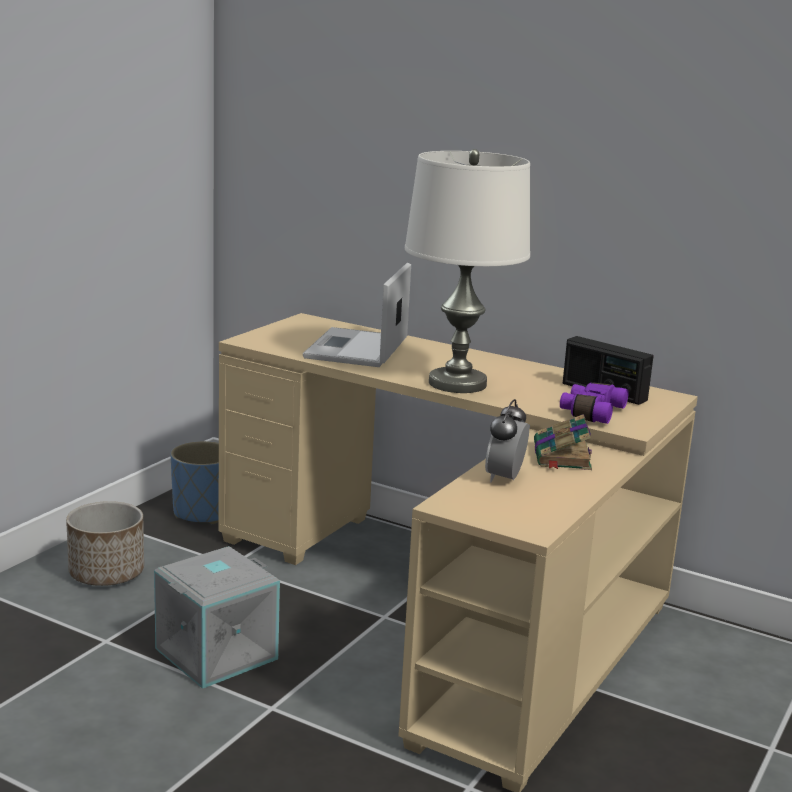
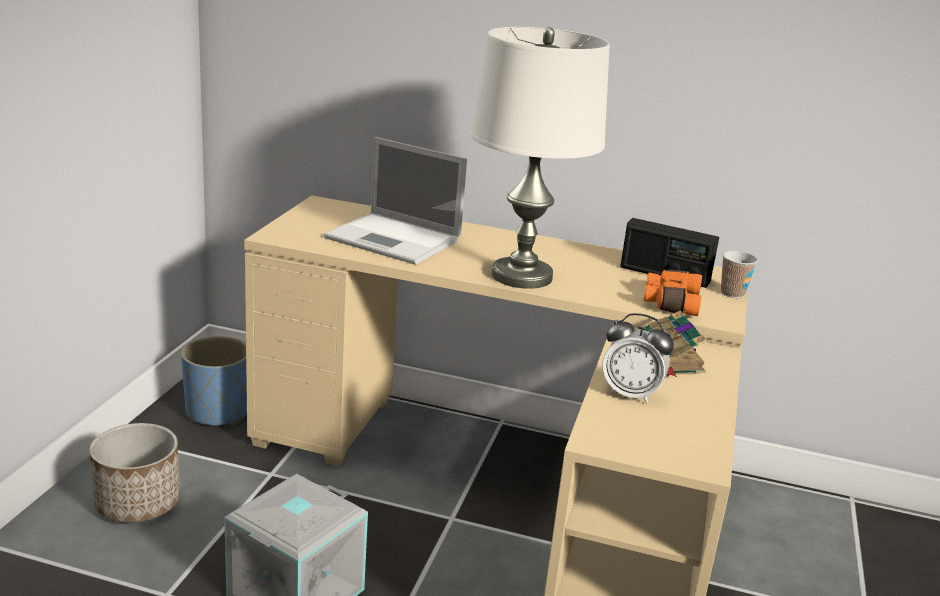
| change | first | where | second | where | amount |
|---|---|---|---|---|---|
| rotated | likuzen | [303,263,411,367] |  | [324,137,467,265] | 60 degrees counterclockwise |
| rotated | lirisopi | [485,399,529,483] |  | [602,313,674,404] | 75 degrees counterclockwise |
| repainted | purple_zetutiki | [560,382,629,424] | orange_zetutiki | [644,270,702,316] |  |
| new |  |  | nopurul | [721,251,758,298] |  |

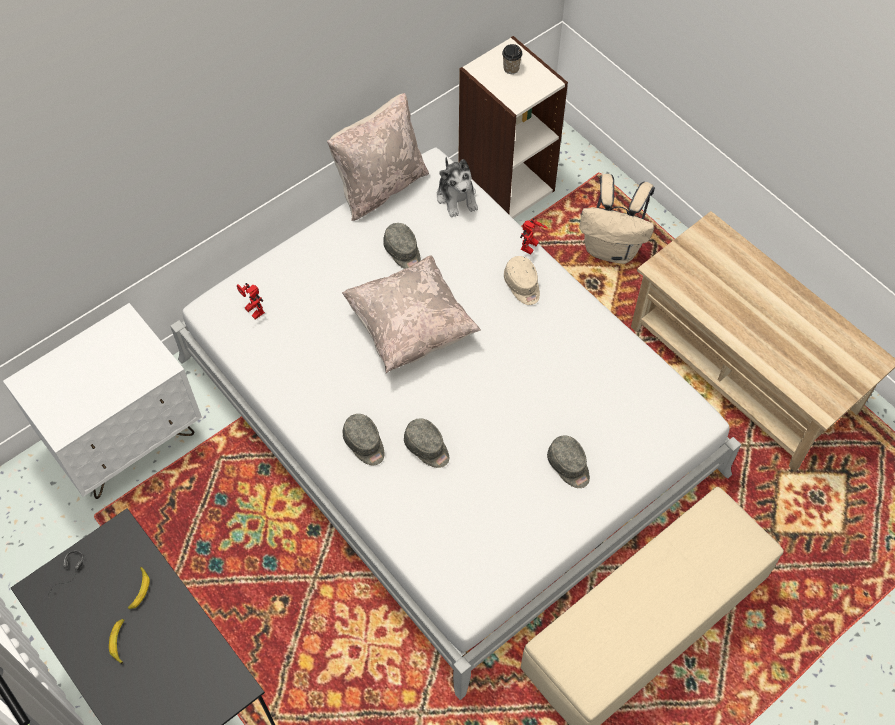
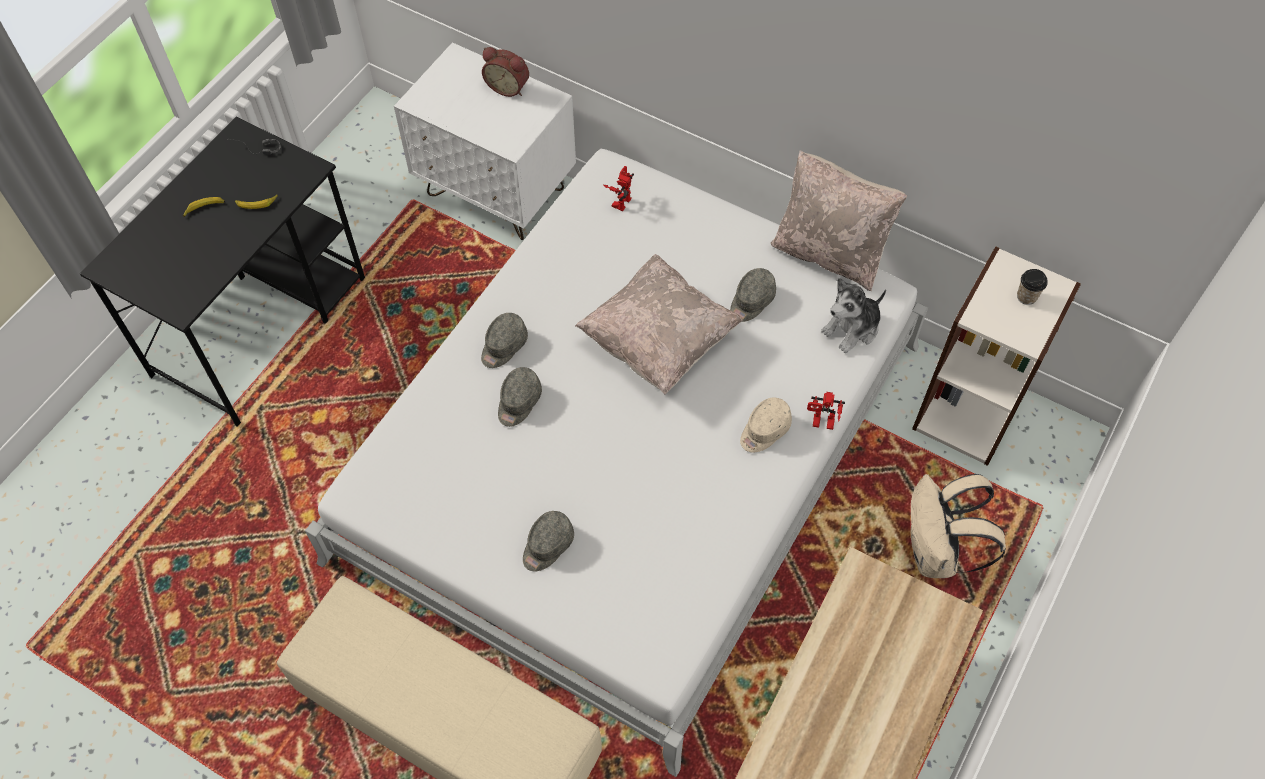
| change | first | where | second | where | amount |
|---|---|---|---|---|---|
| new |  |  | lirisopi | [482,47,529,97] |  |

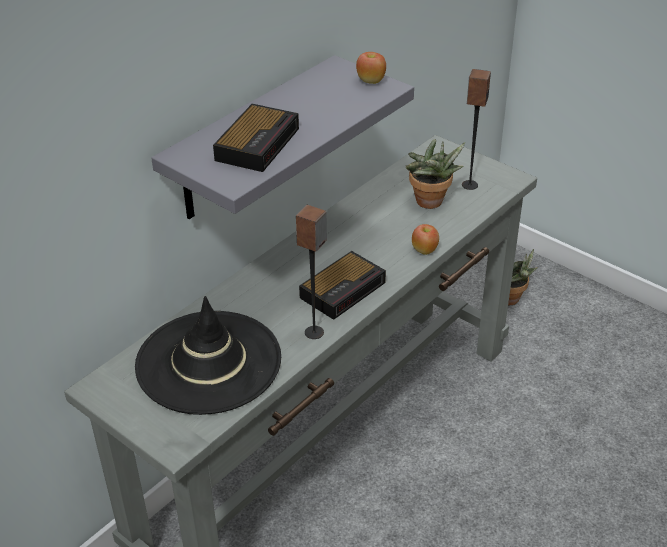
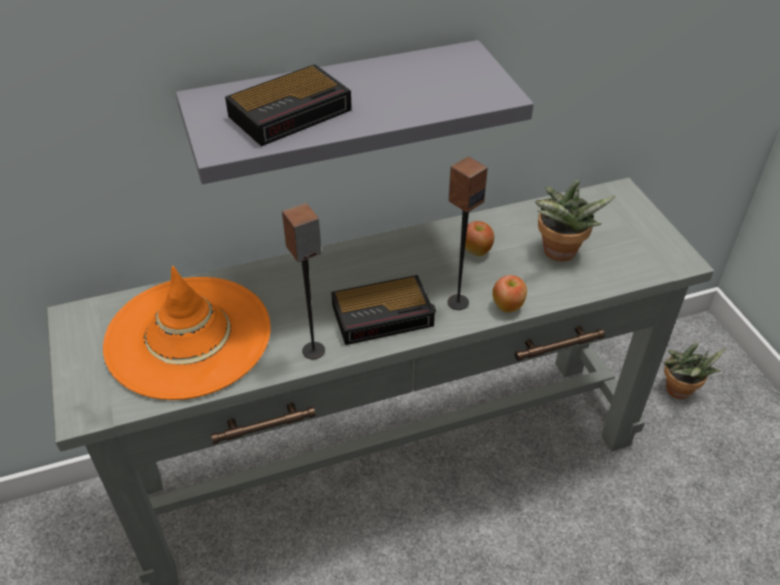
| change | first | where | second | where | amount |
|---|---|---|---|---|---|
| repainted | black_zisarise | [135,296,281,415] | orange_zisarise | [103,266,271,400] |  |
| shifted | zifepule | [356,52,386,84] |  | [465,221,494,256] |  |
| shifted | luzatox | [462,69,491,190] |  | [447,156,488,310] |  |

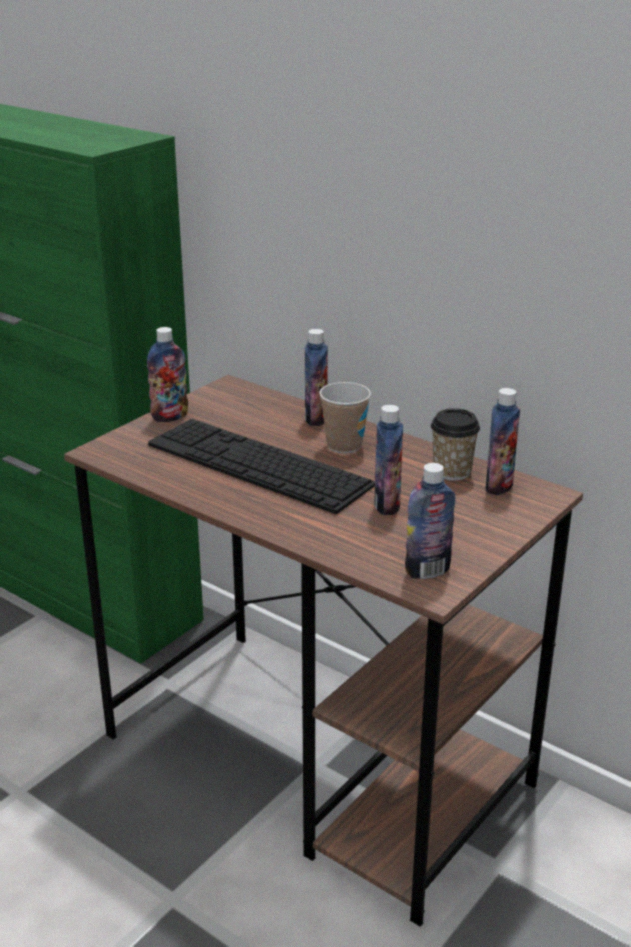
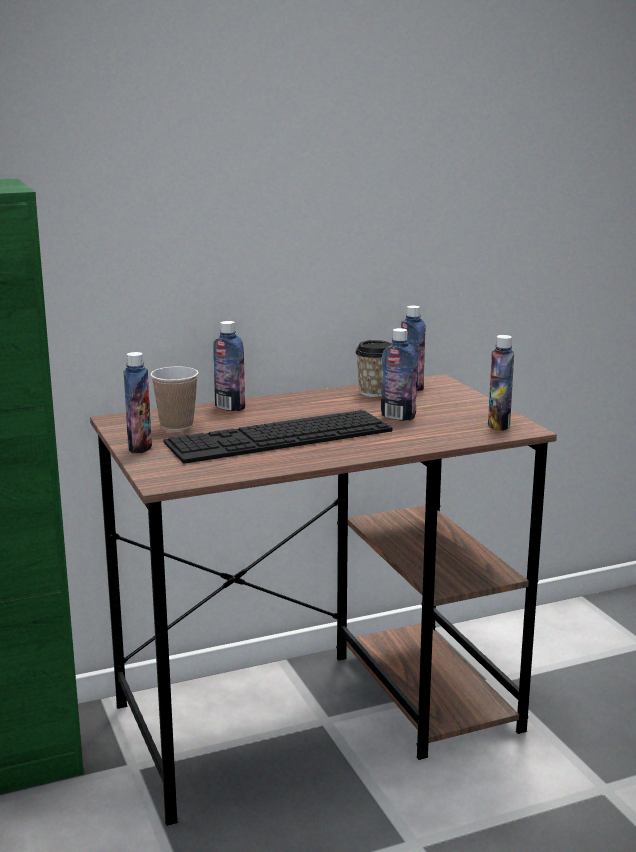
| change | first | where | second | where | amount |
|---|---|---|---|---|---|
| shifted | nopurul | [319,382,371,453] |  | [150,366,199,431] |  |

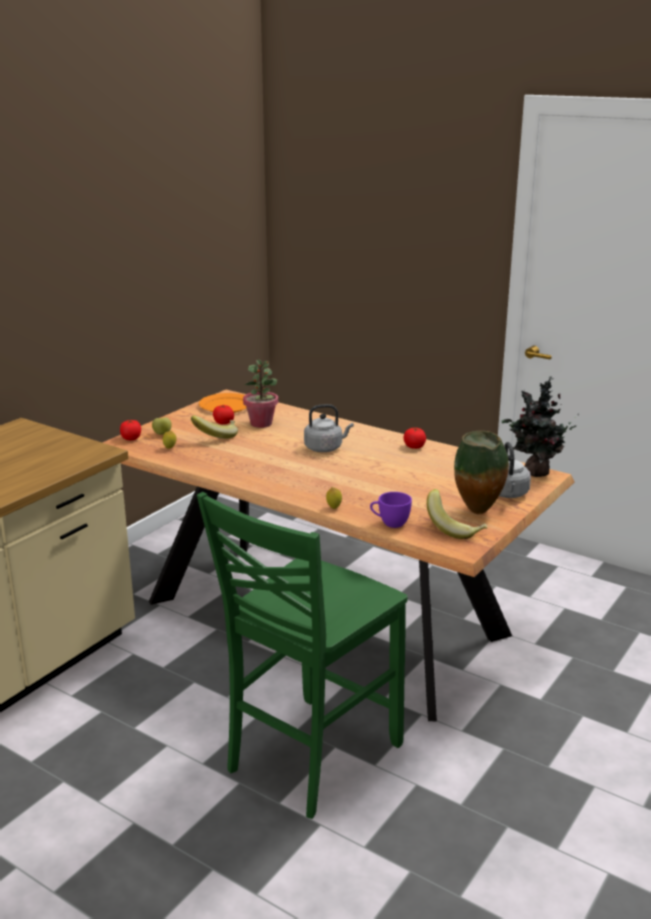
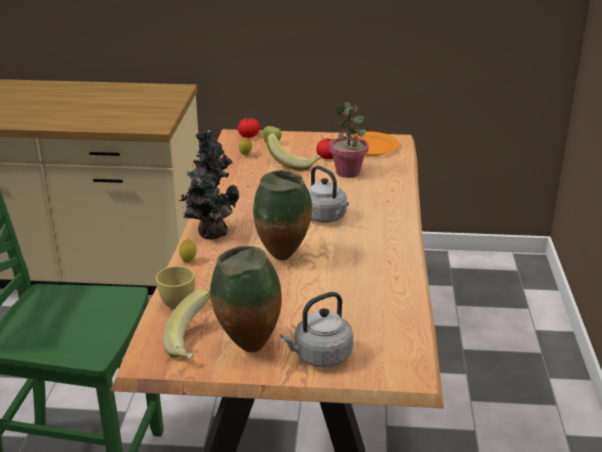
| change | first | where | second | where | amount |
|---|---|---|---|---|---|
| repainted | purple_nopurul | [370,492,412,528] | yellow_nopurul | [156,266,195,309] |  |
| gone | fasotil | [404,428,426,449] |  |  |  |
| shifted | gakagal | [502,376,579,477] |  | [179,130,239,240] |  |
| new |  |  | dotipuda | [253,170,312,260] |  |

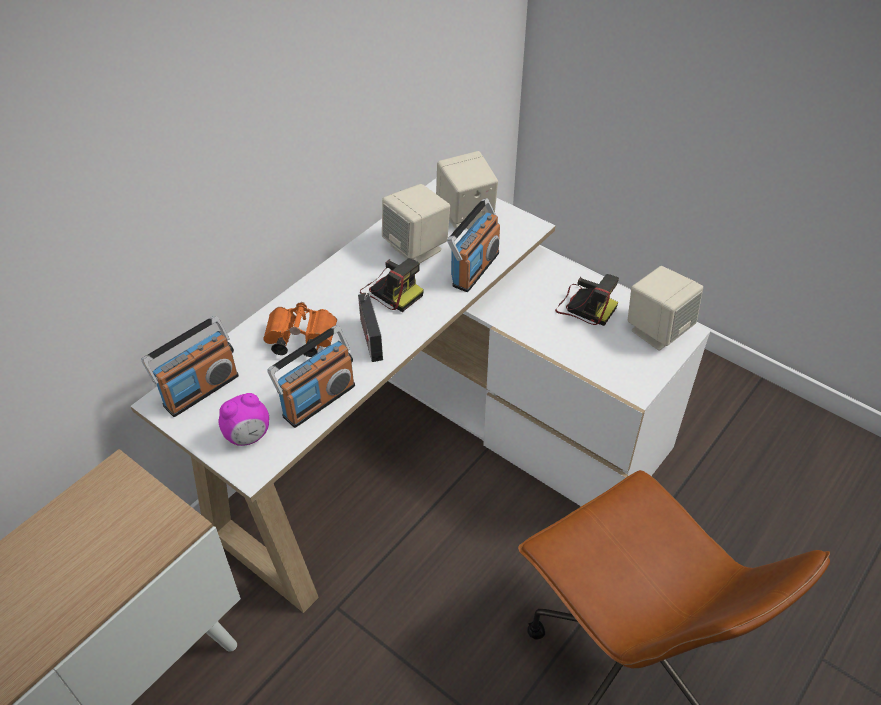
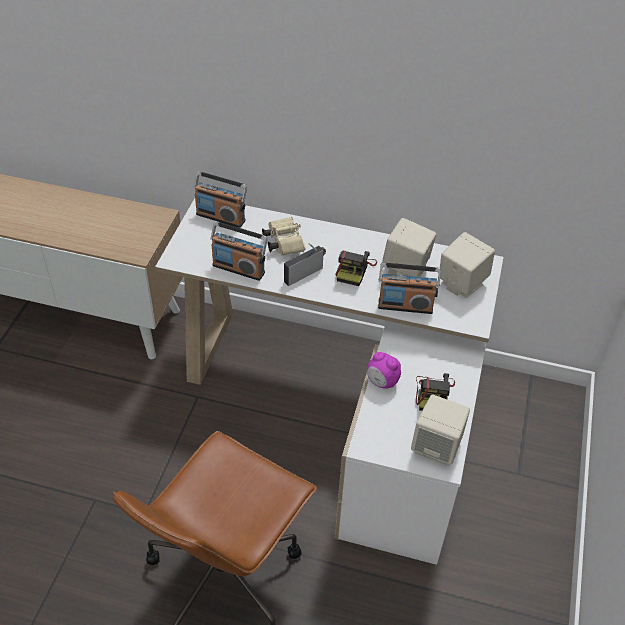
| change | first | where | second | where | amount |
|---|---|---|---|---|---|
| shifted | lirisopi | [218,393,269,446] |  | [367,352,401,389] |  |
| repainted | orange_zetutiki | [263,302,337,357] | beige_zetutiki | [262,217,306,255] |  |

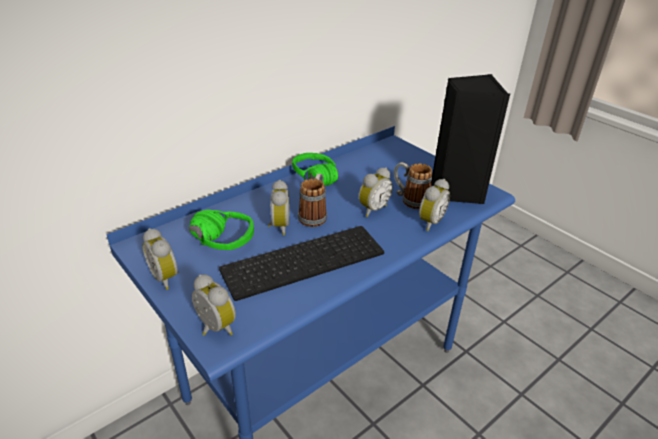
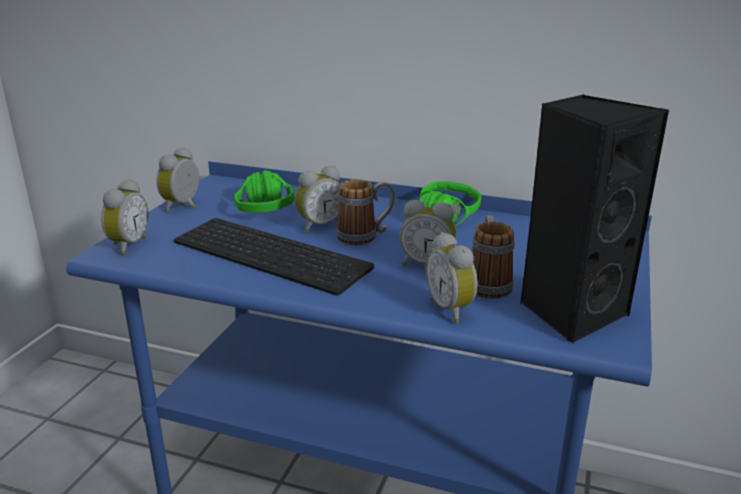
| change | first | where | second | where | amount |
|---|---|---|---|---|---|
| rotated | lirisopi | [419,179,450,231] |  | [425,232,478,323] | 60 degrees clockwise |

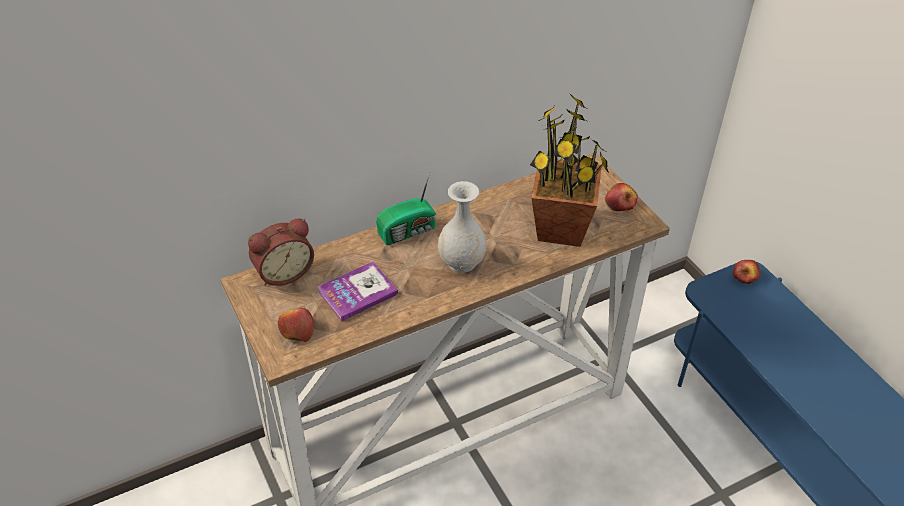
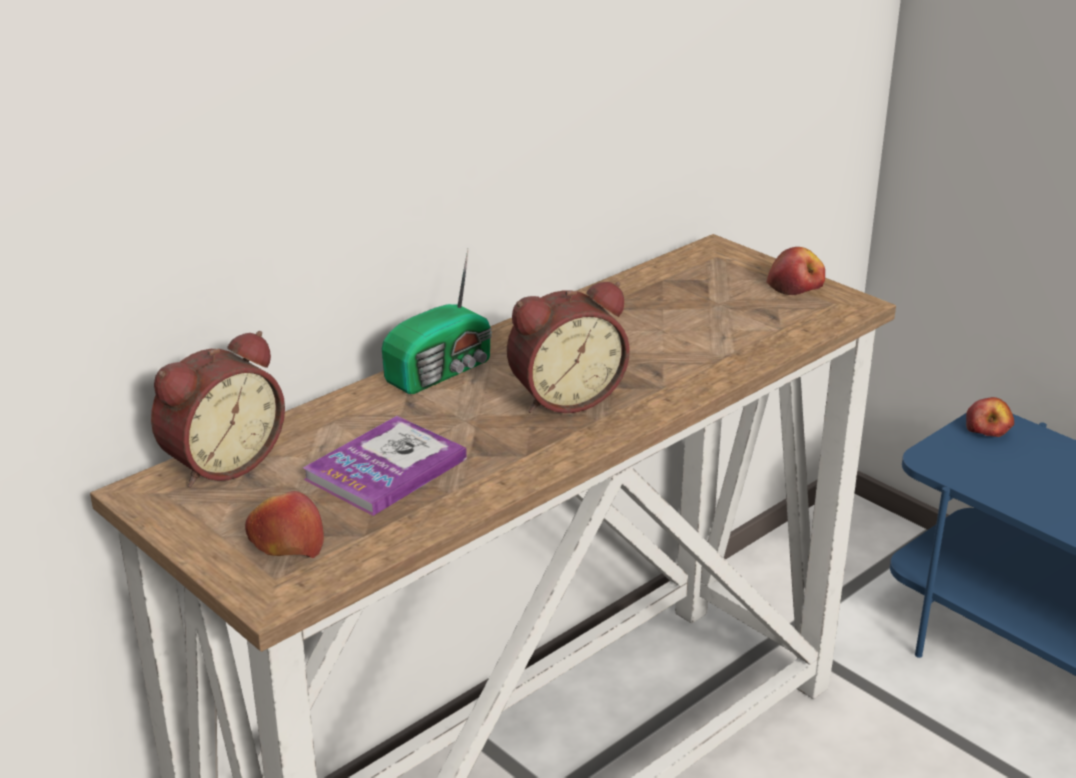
| change | first | where | second | where | amount |
|---|---|---|---|---|---|
| swapped | white_dotipuda | [438,181,487,273] | lirisopi | [507,282,630,413] |  |
| gone | gakagal | [530,94,609,247] |  |  |  |

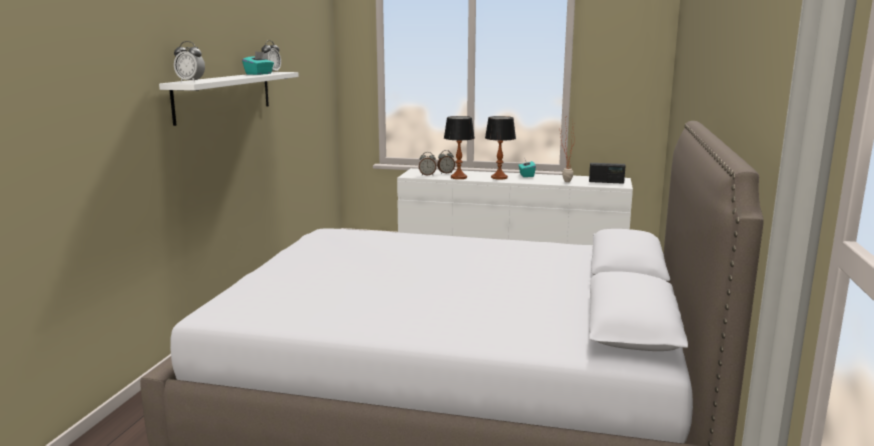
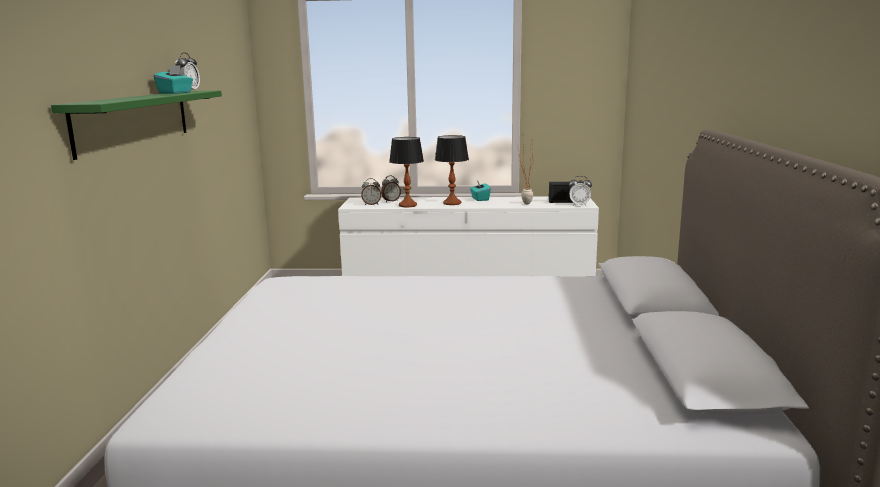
| change | first | where | second | where | amount |
|---|---|---|---|---|---|
| repainted | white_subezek | [159,72,299,126] | green_subezek | [51,91,222,160] |  |
| shifted | lirisopi | [174,41,205,82] |  | [569,176,592,206] |  |

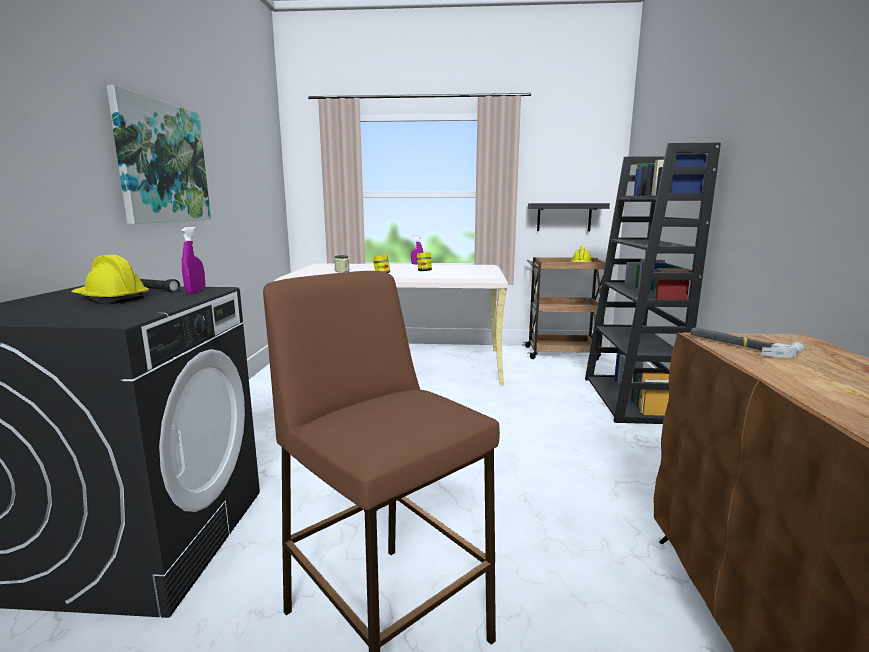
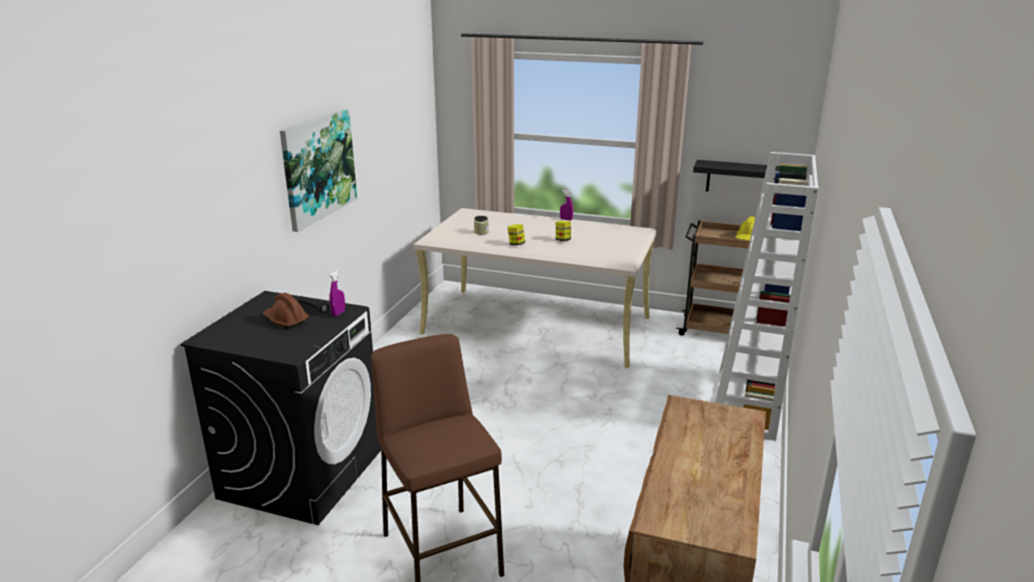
| change | first | where | second | where | amount |
|---|---|---|---|---|---|
| repainted | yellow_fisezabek | [71,254,149,304] | brown_fisezabek | [262,293,309,329] |  |
| repainted | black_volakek | [585,143,721,424] | white_volakek | [715,152,819,441] |  |
| gone | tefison | [691,327,804,358] |  |  |  |

